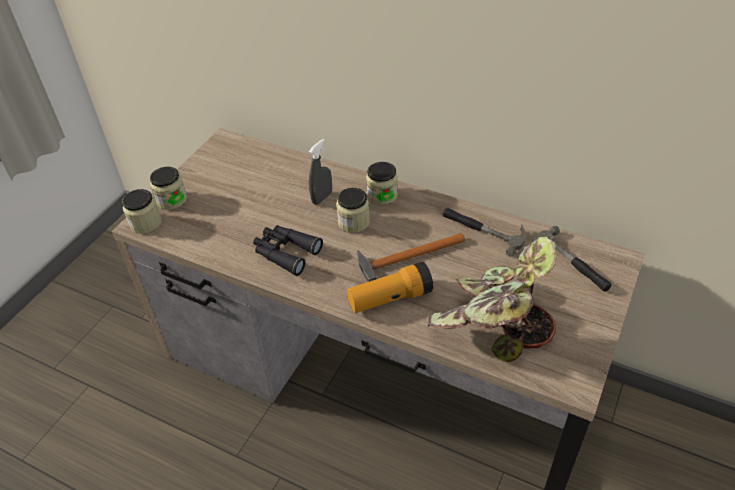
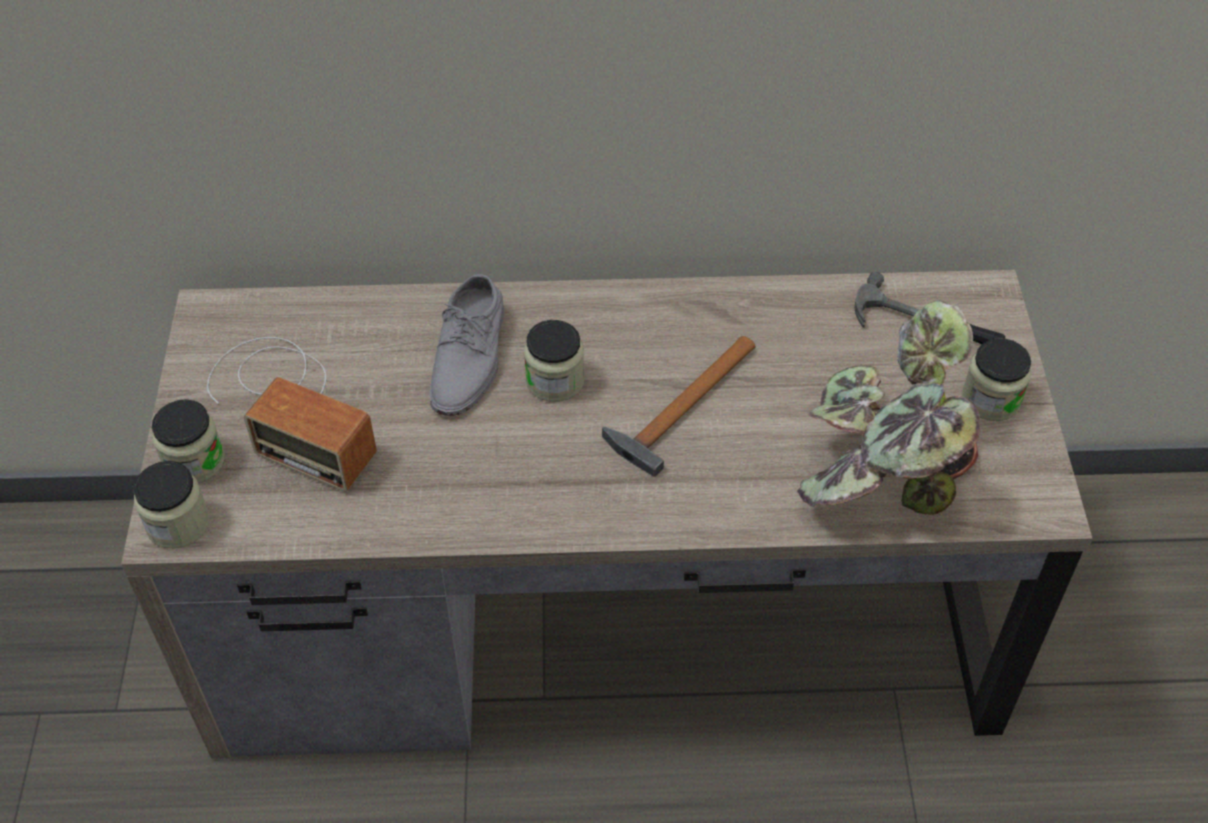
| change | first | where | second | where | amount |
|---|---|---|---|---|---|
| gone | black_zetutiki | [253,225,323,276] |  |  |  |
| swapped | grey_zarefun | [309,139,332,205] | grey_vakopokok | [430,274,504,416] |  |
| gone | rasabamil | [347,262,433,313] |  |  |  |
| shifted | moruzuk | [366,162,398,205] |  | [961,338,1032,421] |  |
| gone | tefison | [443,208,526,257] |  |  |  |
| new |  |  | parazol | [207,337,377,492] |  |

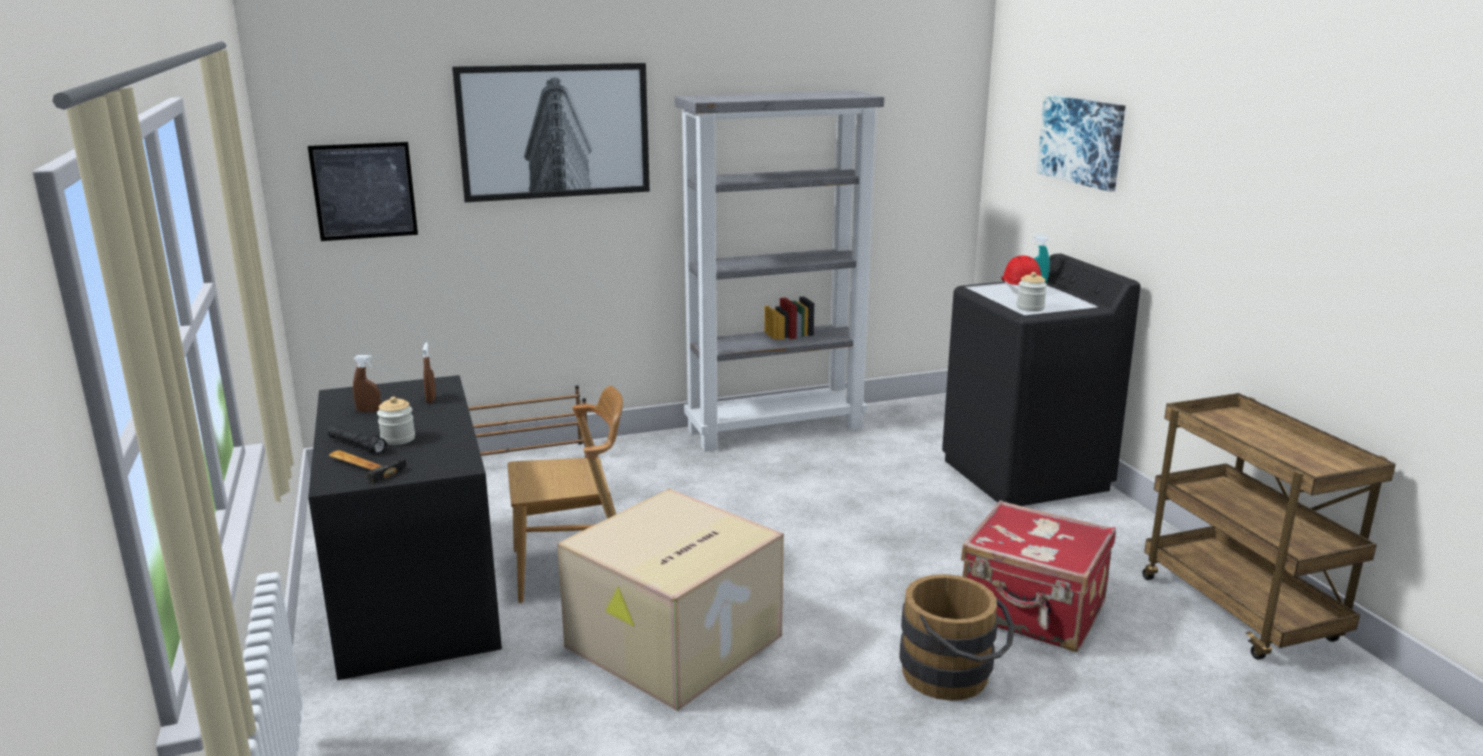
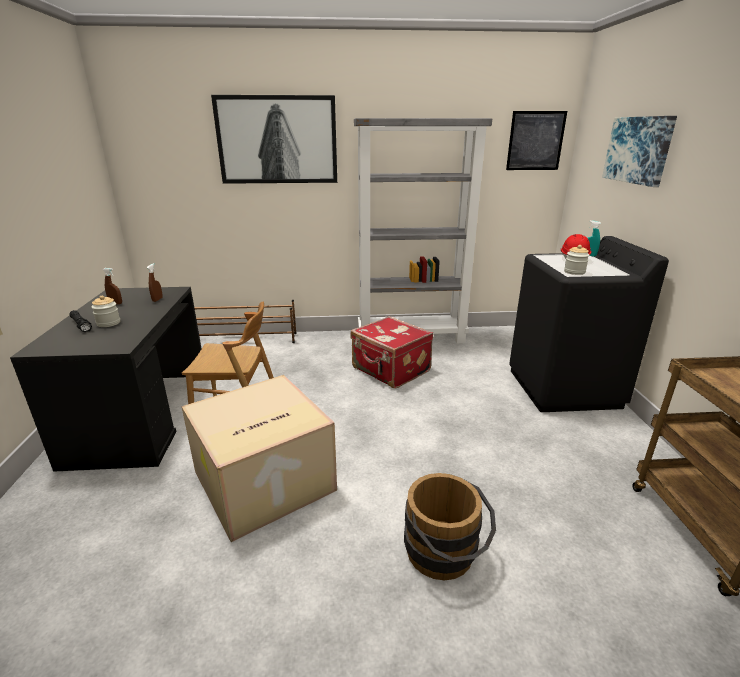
| change | first | where | second | where | amount |
|---|---|---|---|---|---|
| shifted | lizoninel | [308,142,418,241] |  | [506,111,567,170] |  |
| gone | tefison | [329,450,406,484] |  |  |  |
| shifted | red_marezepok | [961,500,1116,652] |  | [351,316,433,389] |  |

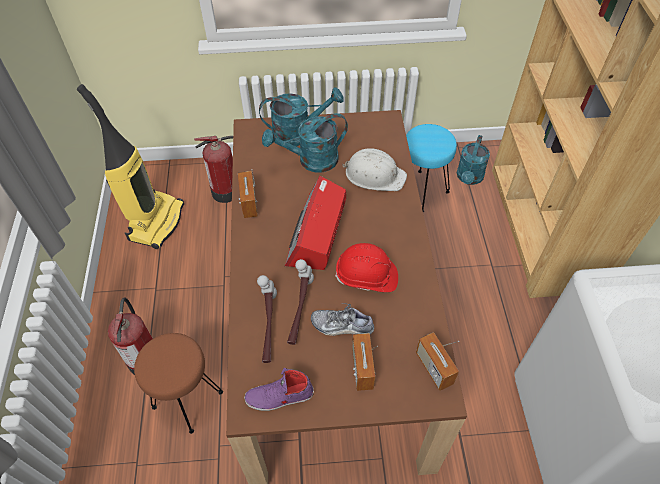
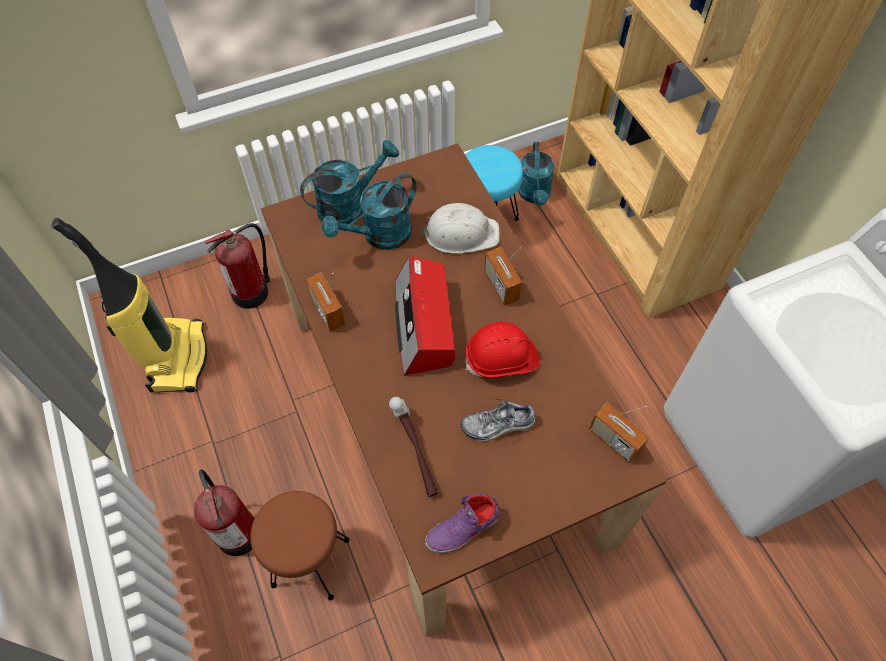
| change | first | where | second | where | amount |
|---|---|---|---|---|---|
| gone | tefison | [287,259,314,345] |  |  |  |
| shifted | parazol | [352,333,378,391] |  | [484,247,522,306] |  |

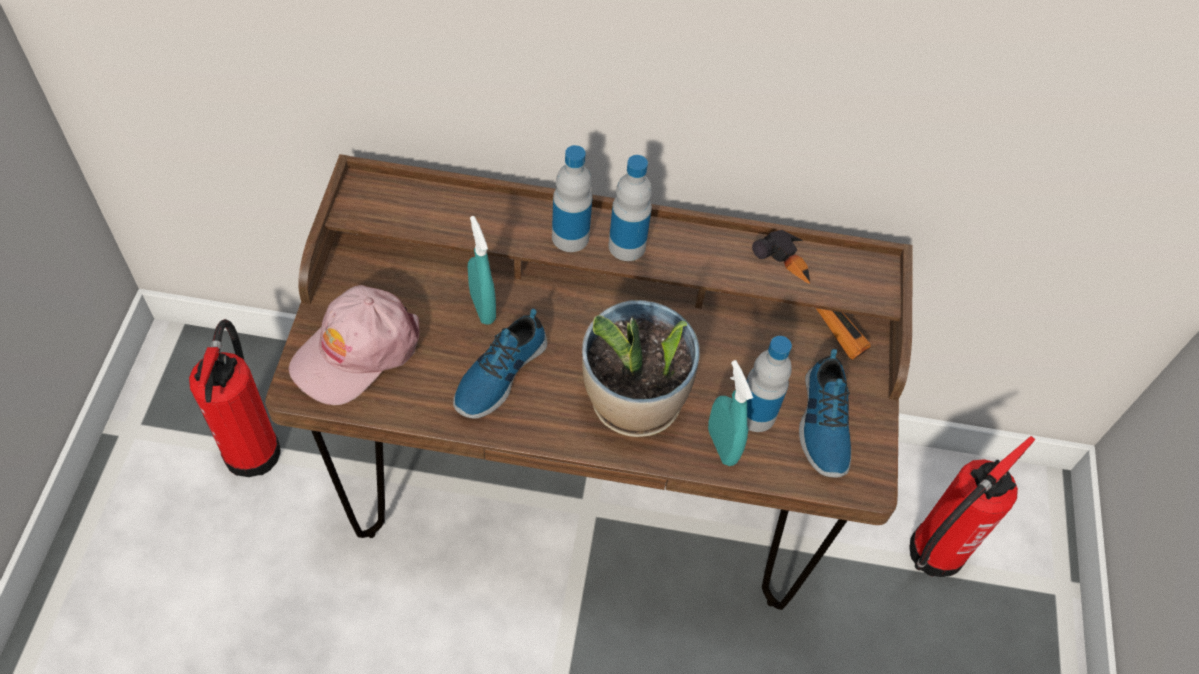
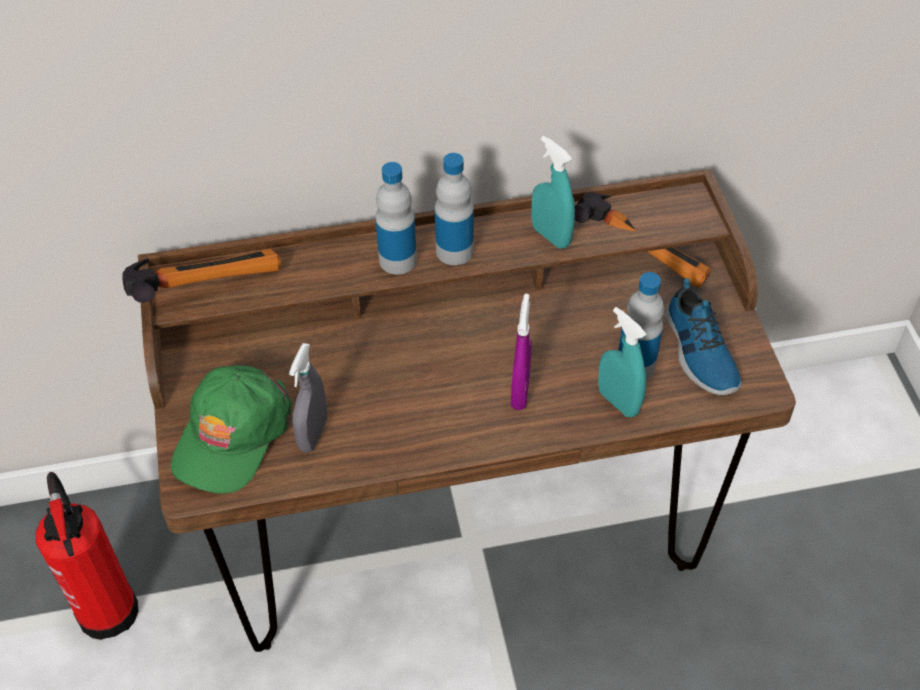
| change | first | where | second | where | amount |
|---|---|---|---|---|---|
| repainted | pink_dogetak | [288,285,420,405] | green_dogetak | [171,365,292,494] |  |
| gone | vakopokok | [453,308,547,419] |  |  |  |
| shifted | turquoise_zarefun | [468,216,496,325] |  | [532,136,575,249] |  |
| swapped | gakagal | [582,300,700,437] | purple_zarefun | [511,294,532,410] |  |
| gone | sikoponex | [909,436,1035,577] |  |  |  |
| new |  |  | tefison | [122,249,281,302] |  |
| new |  |  | grey_zarefun | [289,343,327,453] |  |

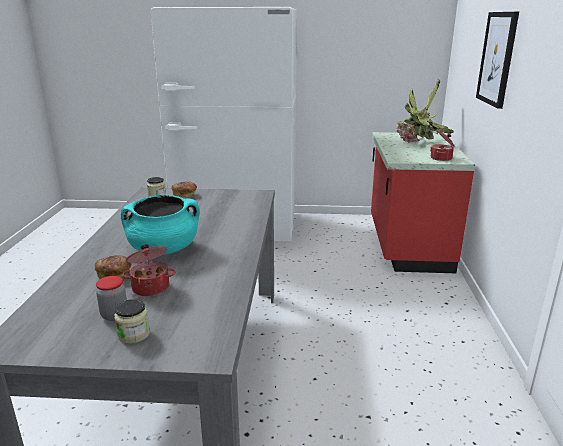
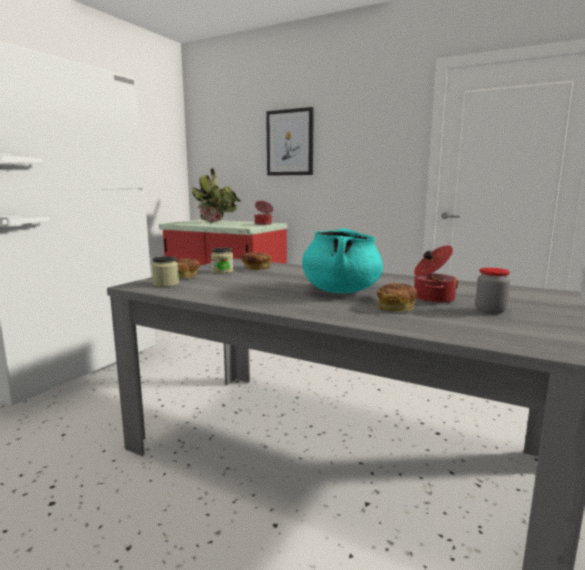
| change | first | where | second | where | amount |
|---|---|---|---|---|---|
| shifted | moruzuk | [114,299,150,344] |  | [211,247,234,274] |  |
| new |  |  | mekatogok | [241,252,272,270] |  |

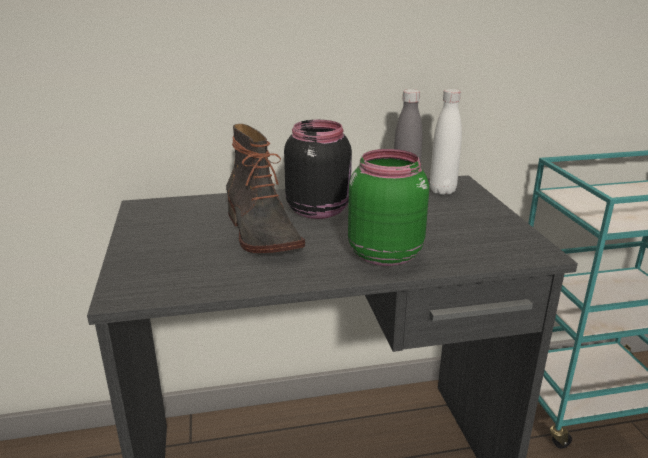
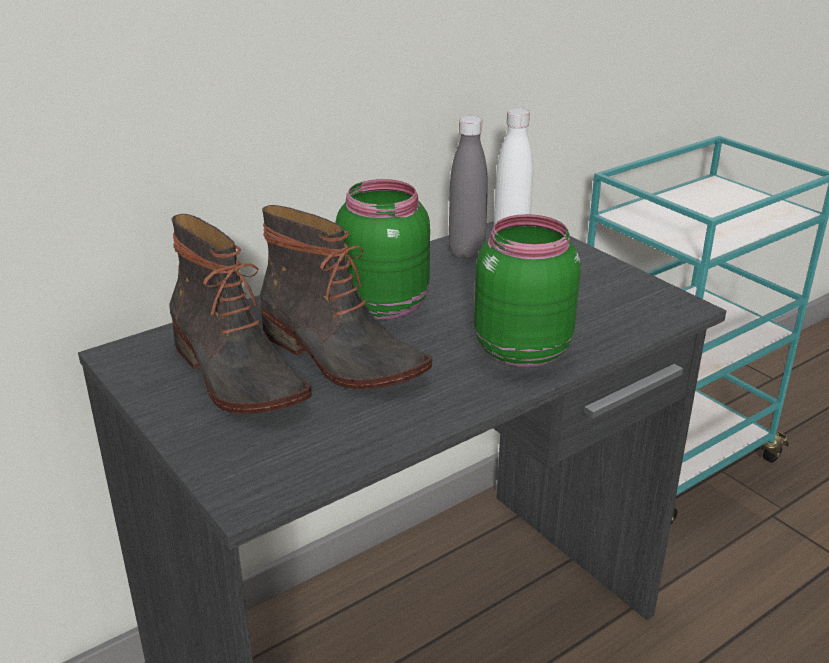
| change | first | where | second | where | amount |
|---|---|---|---|---|---|
| repainted | black_moruzuk | [284,120,352,219] | green_moruzuk | [336,179,430,320] |  |
| new |  |  | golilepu | [169,214,312,414] |  |

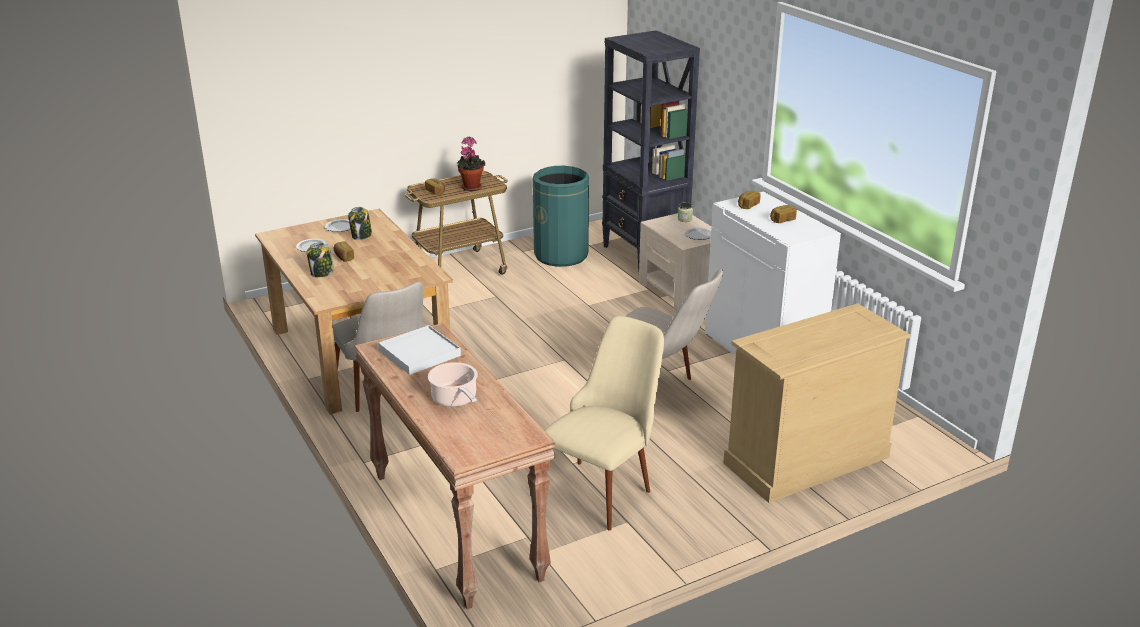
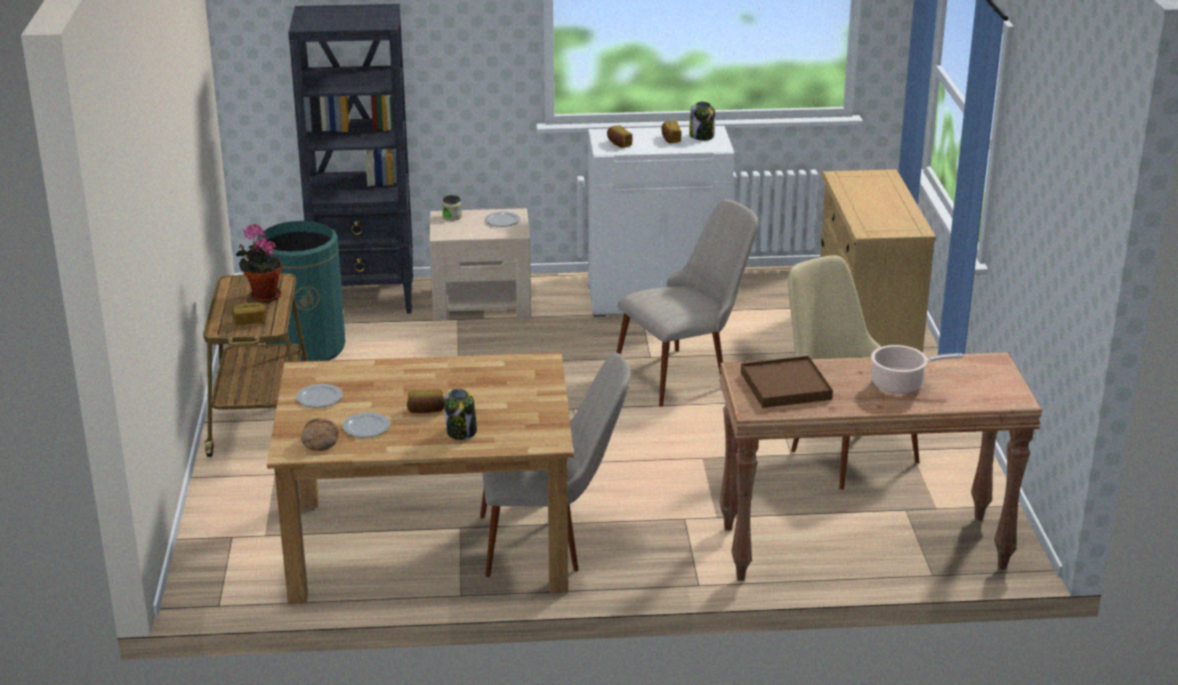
| change | first | where | second | where | amount |
|---|---|---|---|---|---|
| shifted | moruzuk | [348,207,372,240] |  | [689,102,715,141] |  |
| repainted | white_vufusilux | [378,325,461,375] | brown_vufusilux | [741,356,833,408] |  |
| new |  |  | mekatogok | [301,418,339,451] |  |

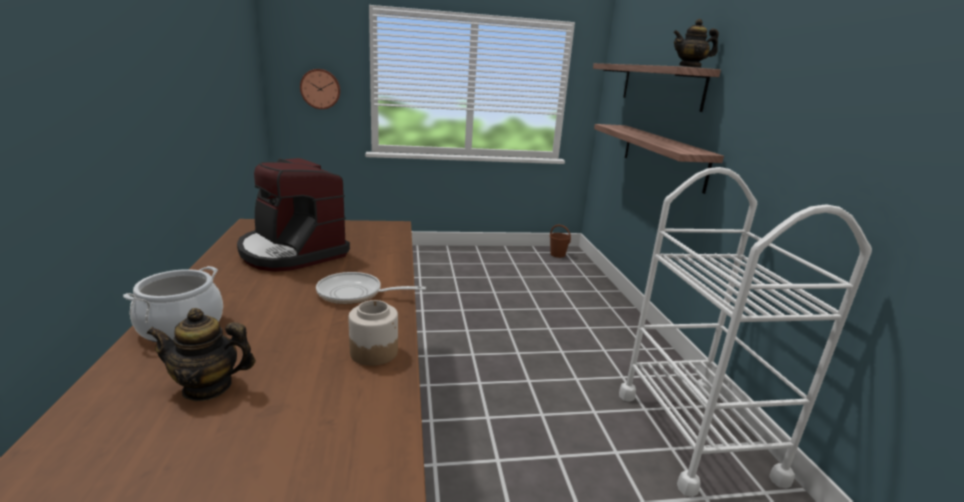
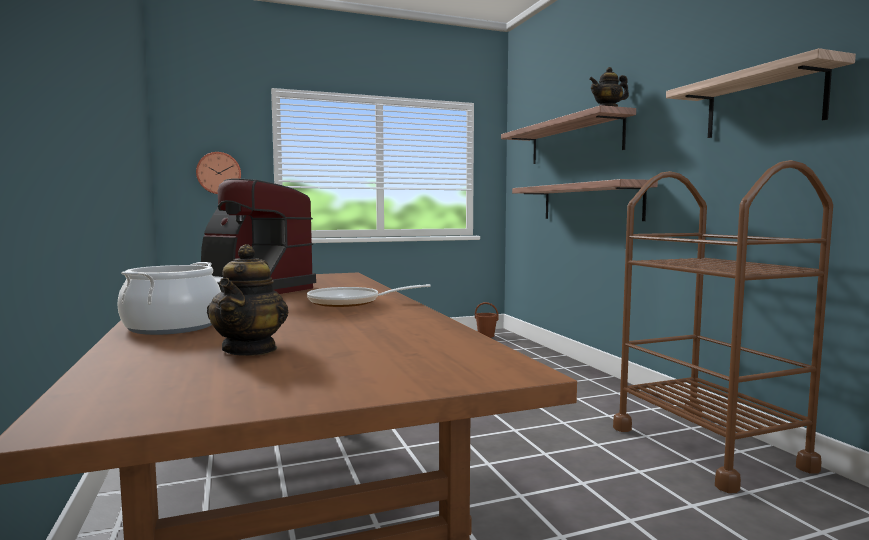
| change | first | where | second | where | amount |
|---|---|---|---|---|---|
| rotated | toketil | [147,308,256,401] |  | [207,244,289,356] | 75 degrees counterclockwise |
| gone | moruzuk | [348,300,398,366] |  |  |  |
| repainted | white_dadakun | [619,167,872,497] | brown_dadakun | [613,160,833,493] |  |
| new |  |  | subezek | [666,48,856,138] |  |

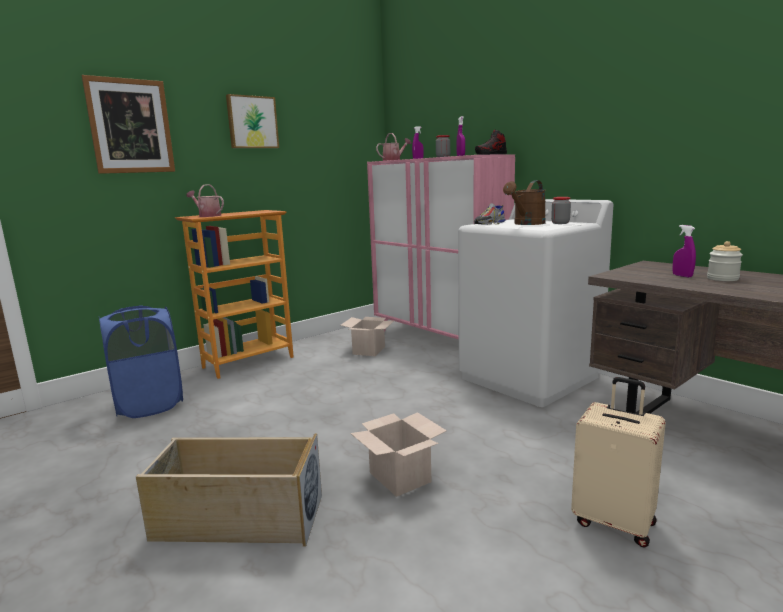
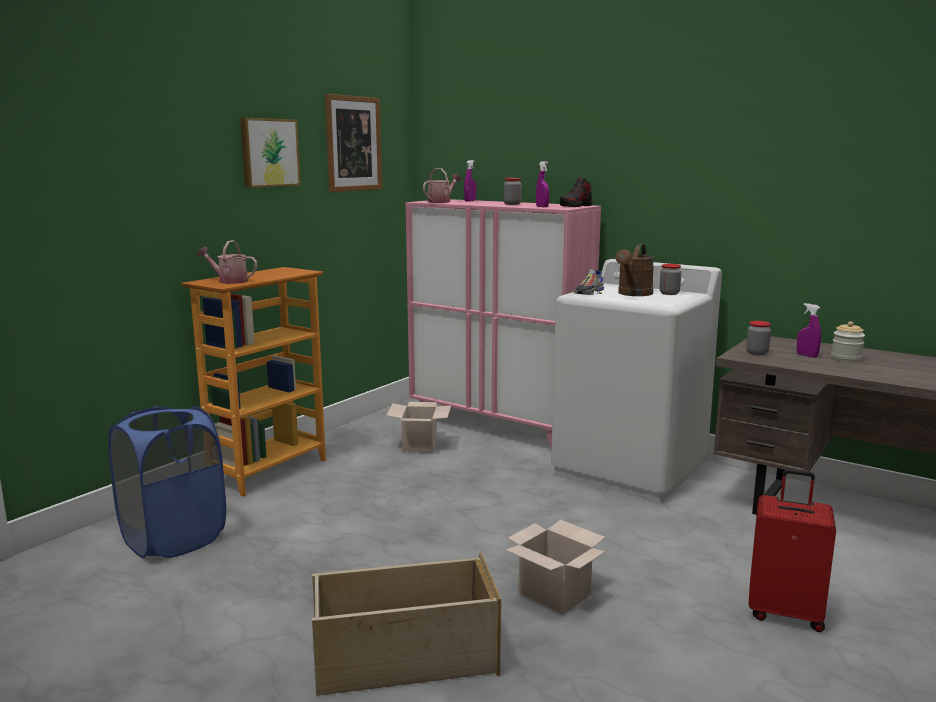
| change | first | where | second | where | amount |
|---|---|---|---|---|---|
| shifted | lizoninel | [82,75,175,174] |  | [325,94,382,192] |  |
| repainted | beige_marezepok | [571,377,666,548] | red_marezepok | [748,469,836,632] |  |
| new |  |  | moruzuk | [746,321,771,355] |  |

